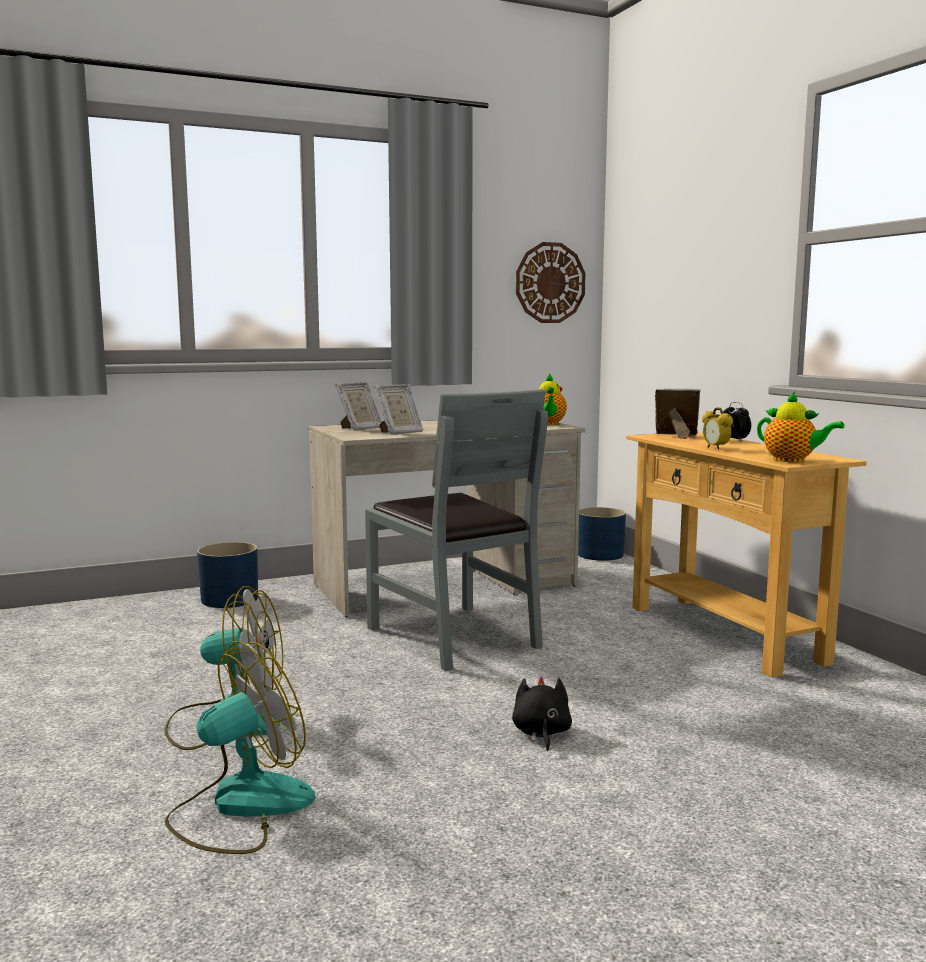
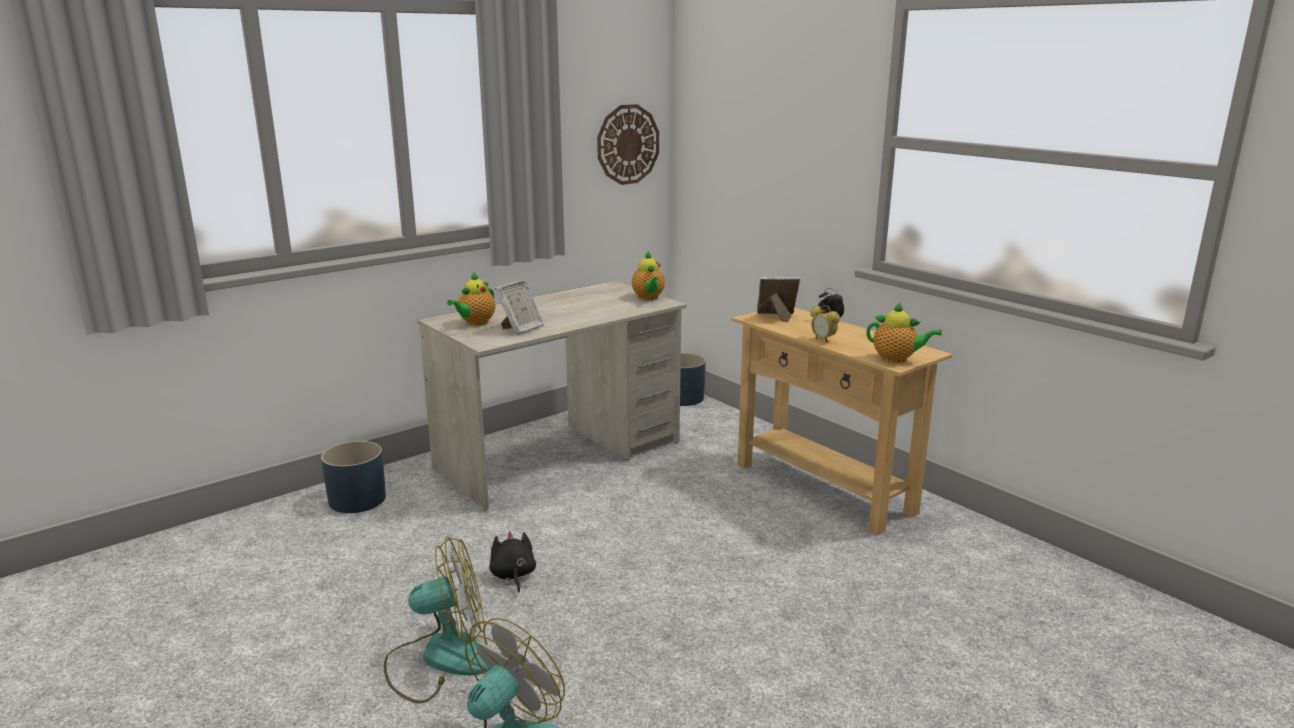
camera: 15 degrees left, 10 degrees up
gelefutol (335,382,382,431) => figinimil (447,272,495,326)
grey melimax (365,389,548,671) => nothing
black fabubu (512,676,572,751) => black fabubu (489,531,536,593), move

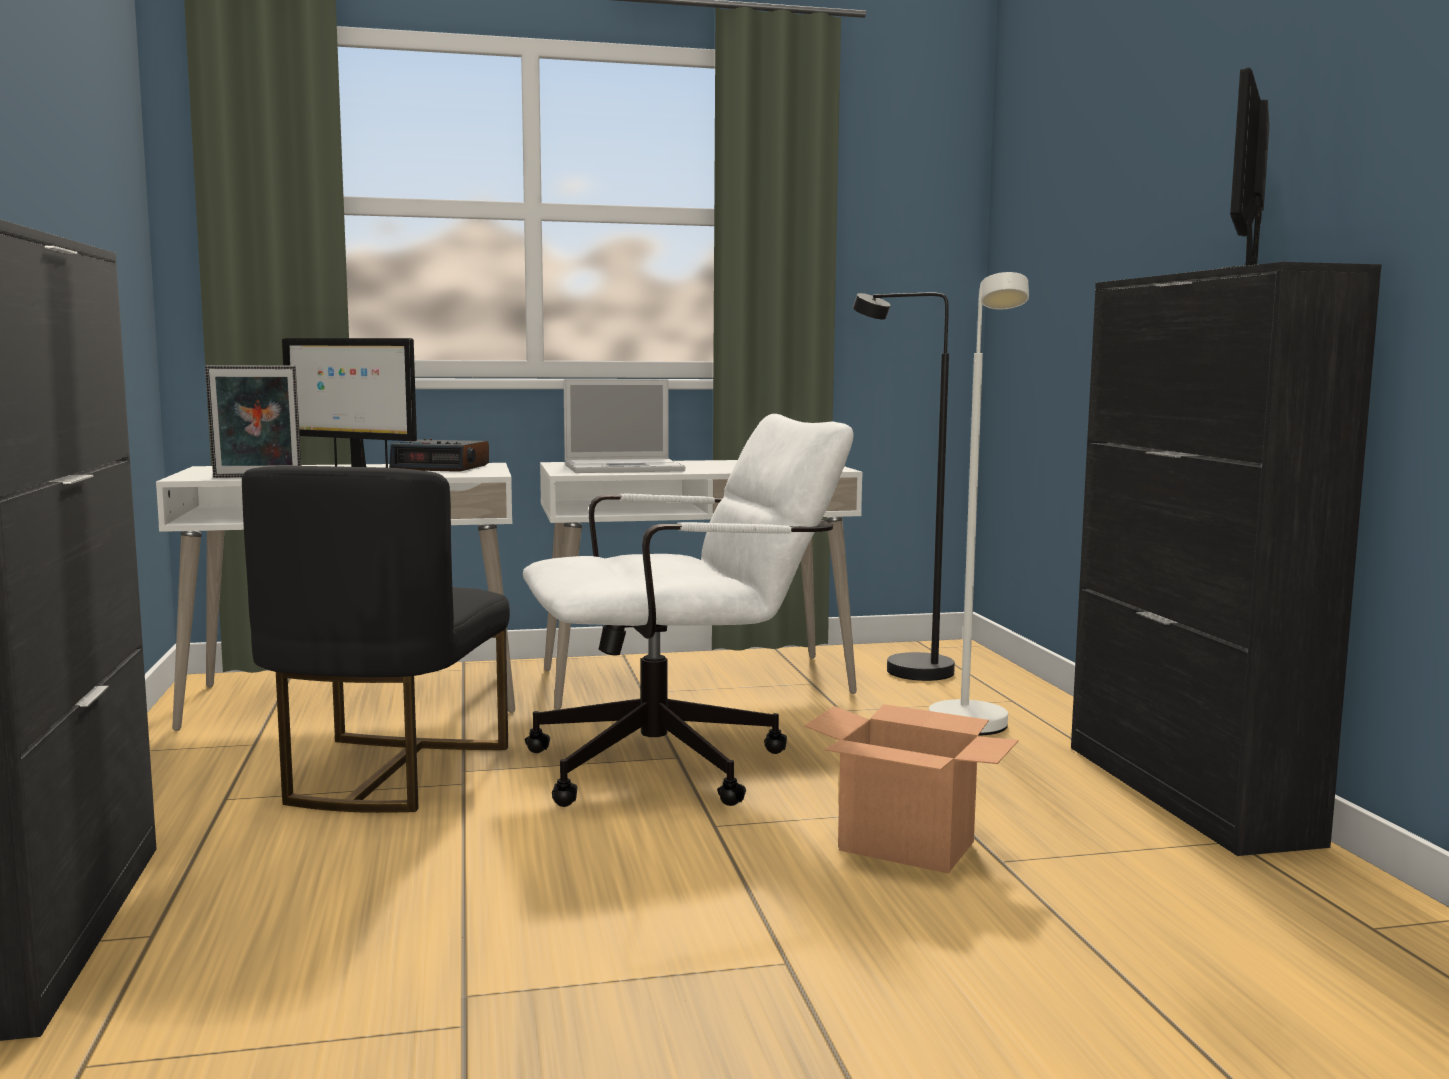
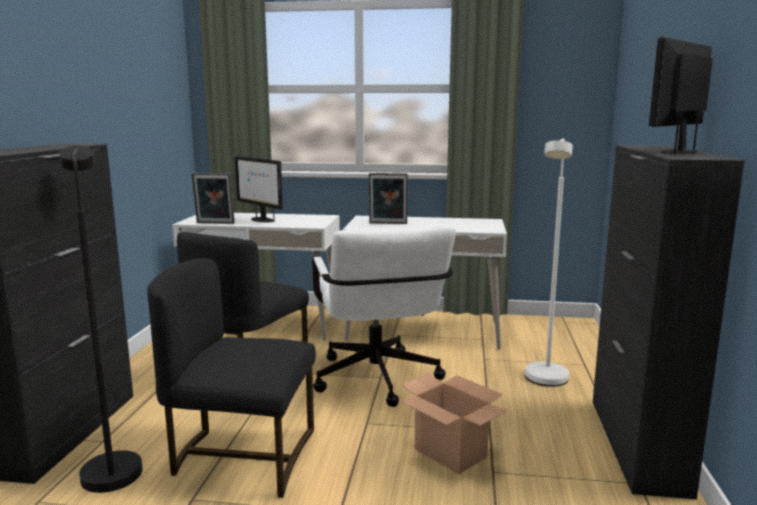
camera: 20 degrees right, 5 degrees up
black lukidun (853,293,955,681) => black lukidun (59,146,143,493), move
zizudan (564,379,685,473) => gelefutol (369,173,408,224)
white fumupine (523,414,853,807) => white fumupine (312,225,456,407), 75 degrees clockwise
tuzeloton (389,439,489,472) => nothing
nothing => black melimax (147,258,316,498)

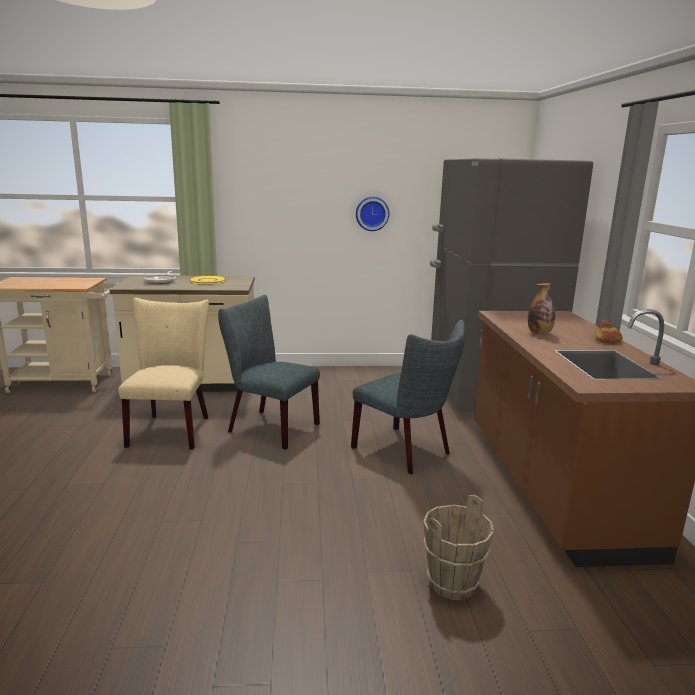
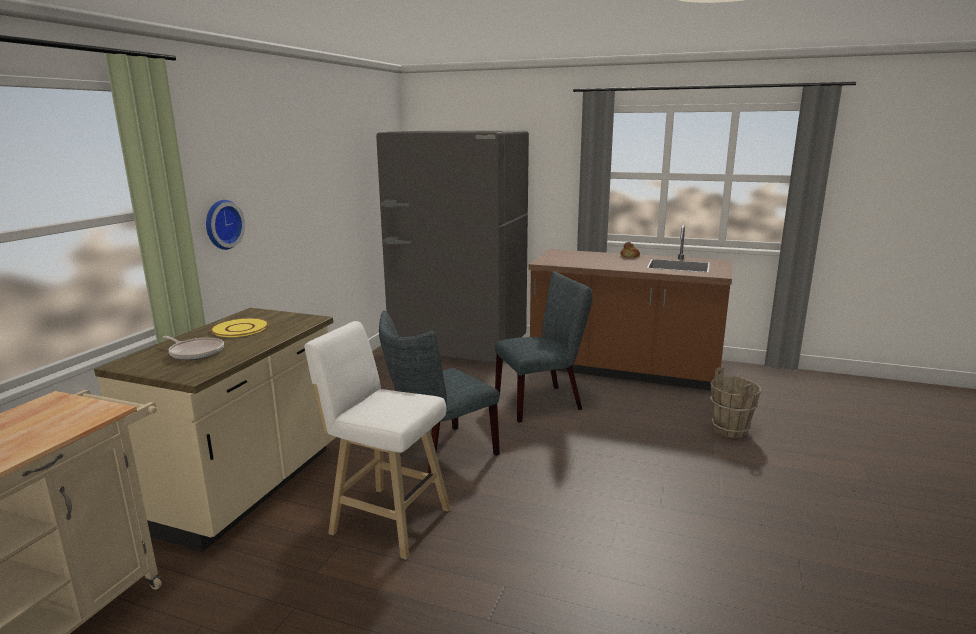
camera: 65 degrees left, 0 degrees up
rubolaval (356,197,389,231) => rubolaval (206,200,245,250), move
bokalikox (528,283,555,334) => nothing
beige melimax (118,298,209,449) => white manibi (304,321,451,560)

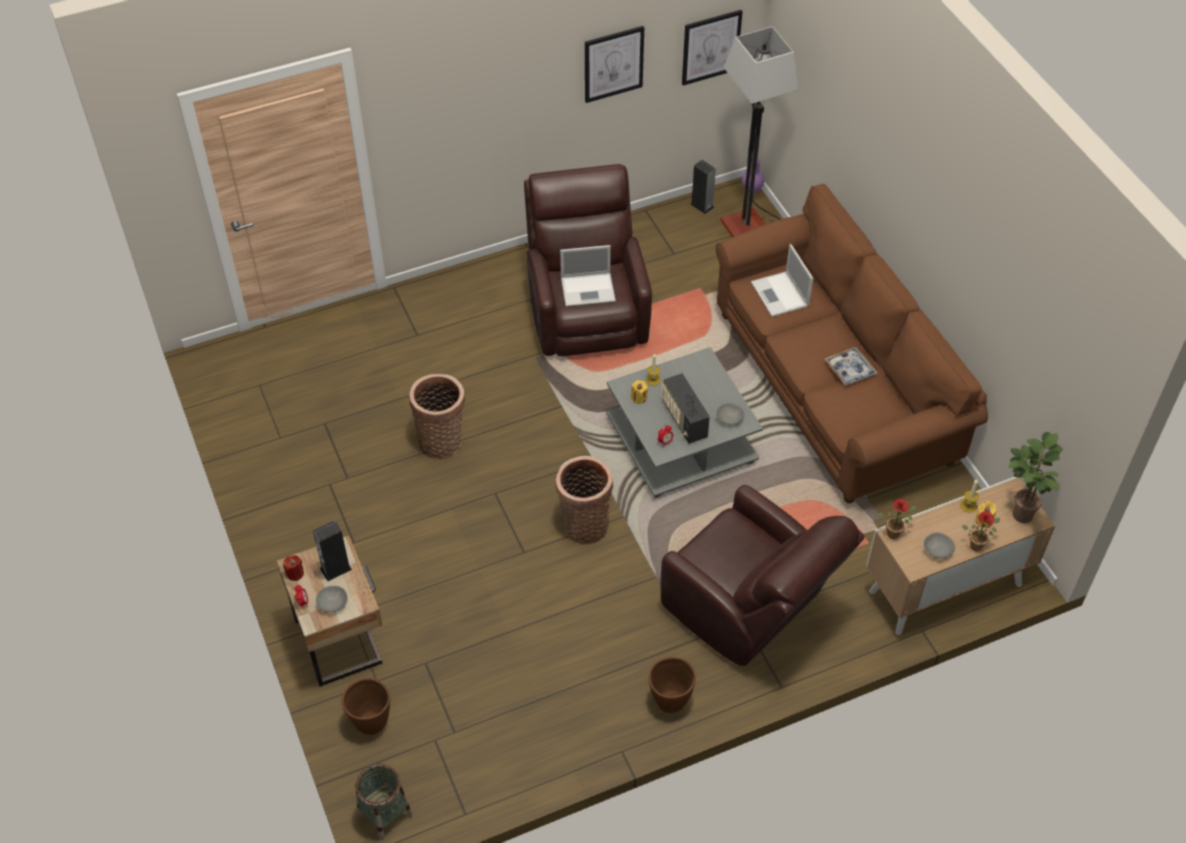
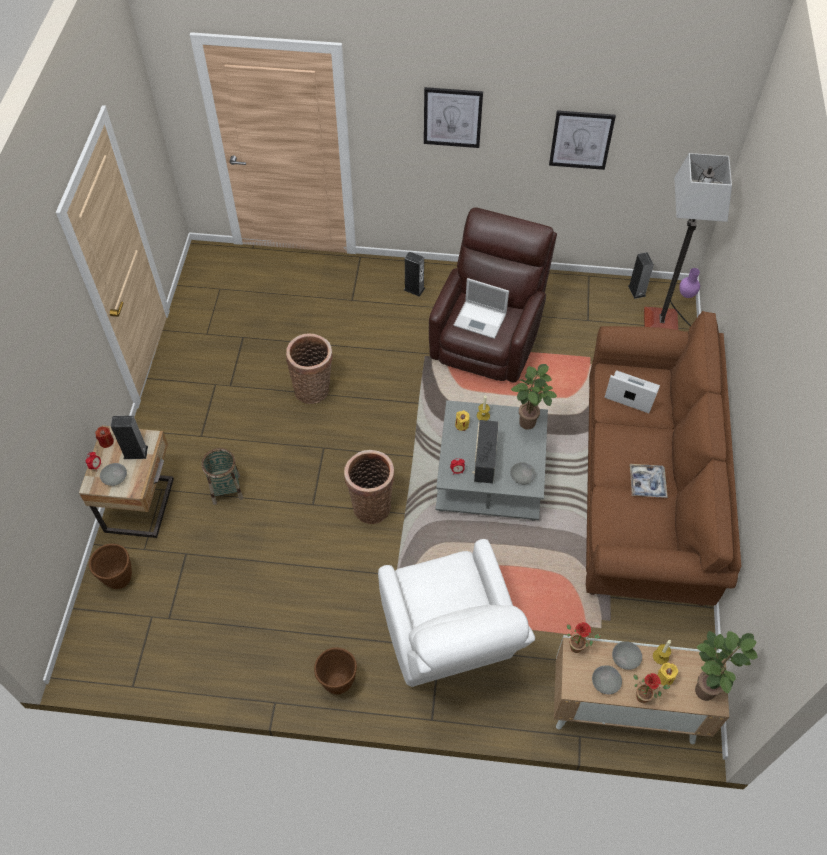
camera: 30 degrees right, 5 degrees up
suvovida (682,10,743,86) => suvovida (424,87,483,148), move
zizudan (751,244,813,317) => zizudan (604,370,660,413), 105 degrees clockwise
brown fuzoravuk (660,485,865,666) => white fuzoravuk (378,539,535,687)
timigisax (355,763,413,840) => timigisax (202,448,243,505), move
nothing => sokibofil (404,252,425,297)
nothing => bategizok (511,364,557,430)
nothing => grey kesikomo (612,641,642,670)

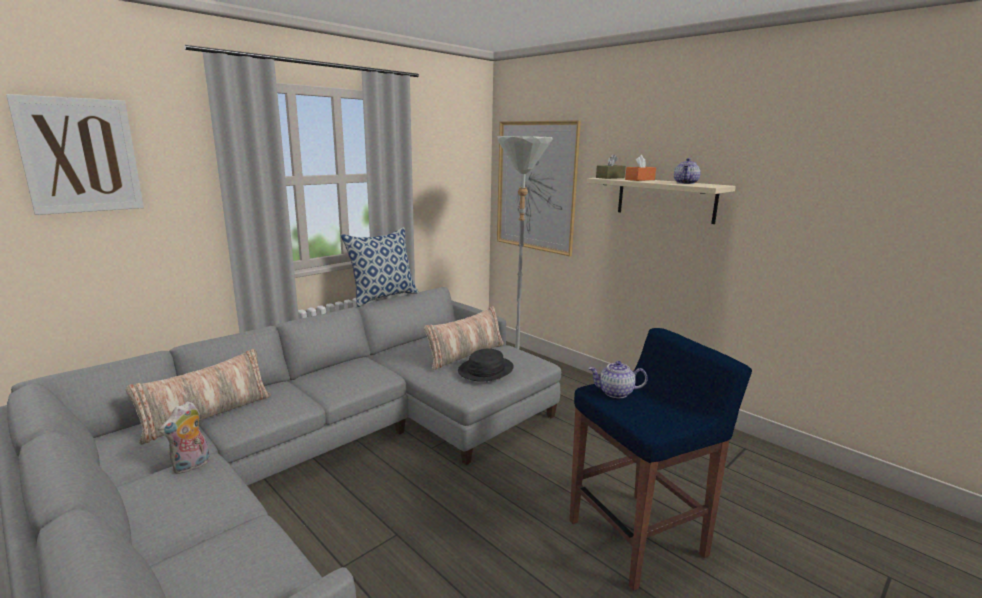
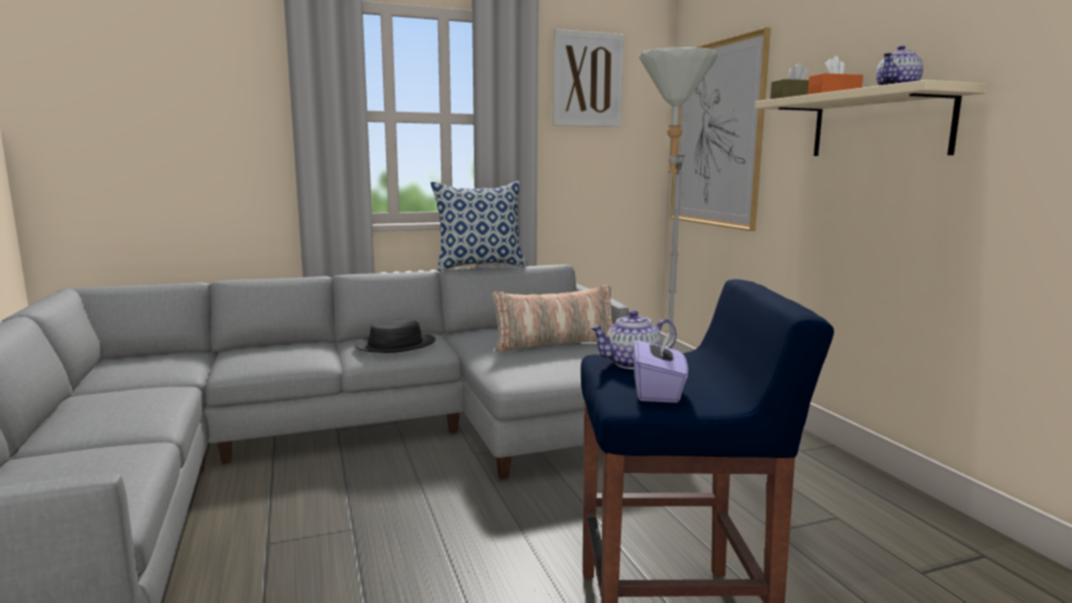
camera: 25 degrees right, 5 degrees down
suvovida (6,94,144,215) => suvovida (553,29,624,127), move
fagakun (125,349,271,445) => nothing
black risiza (458,349,514,382) => black risiza (355,319,436,353), move
figinimil (588,361,648,398) => figinimil (589,310,677,369), 45 degrees counterclockwise
fabubu (159,401,210,474) => nothing
nothing => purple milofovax (633,331,688,403)

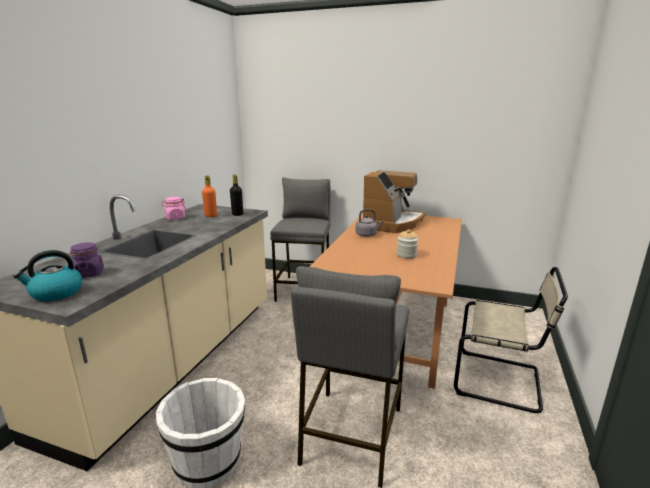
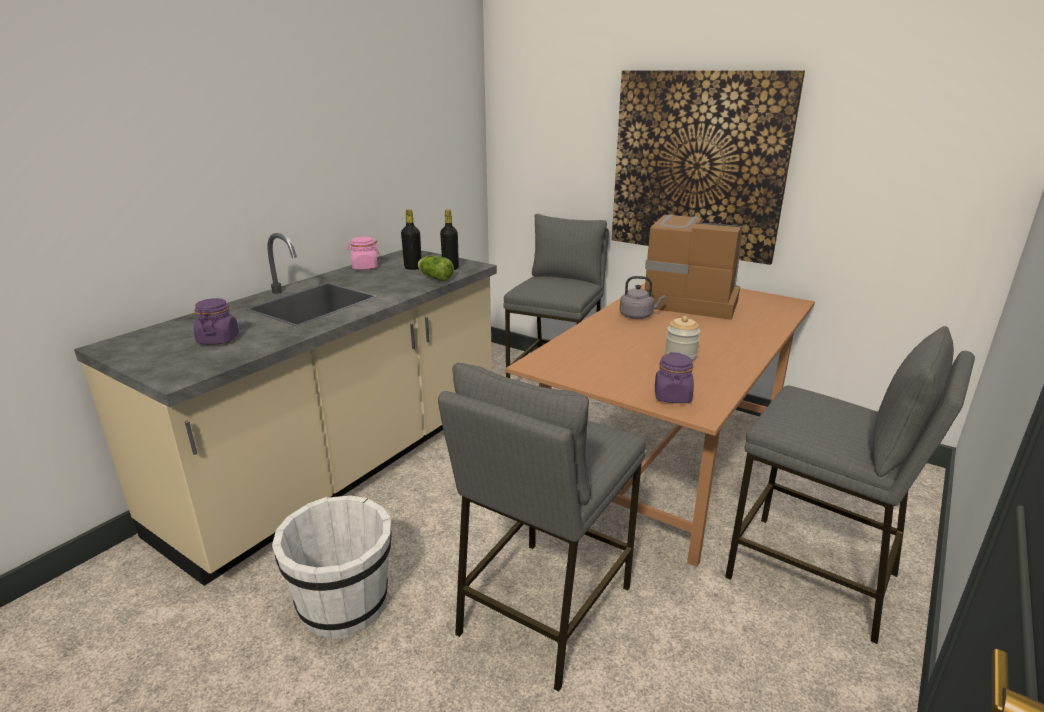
camera: 15 degrees right, 5 degrees up
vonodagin (363,170,426,233) => vonodagin (644,214,742,320), 105 degrees counterclockwise
orange bokalikox (202,176,217,217) => black bokalikox (401,209,422,270)
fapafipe (13,250,82,301) => nothing
beige melimax (454,267,568,413) => grey manibi (725,326,975,644)
nothing => suvovida (612,70,805,265)
nothing => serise (418,256,454,281)
nothing => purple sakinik (655,352,694,403)

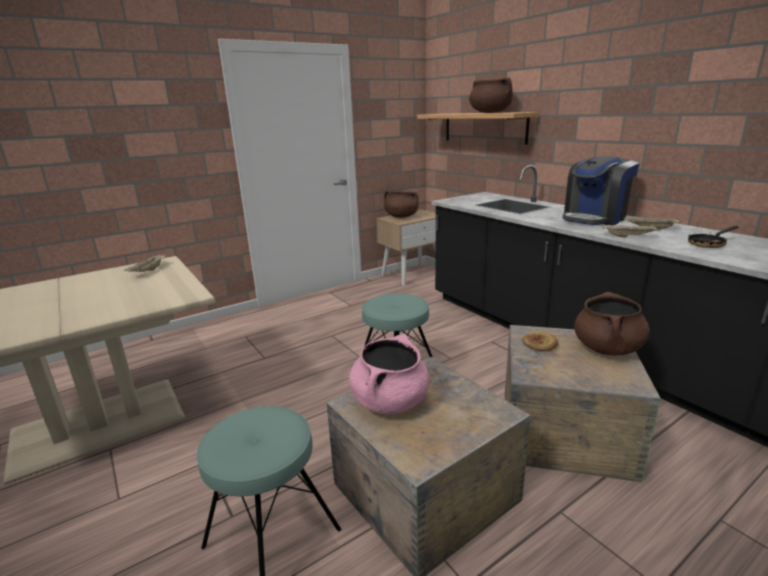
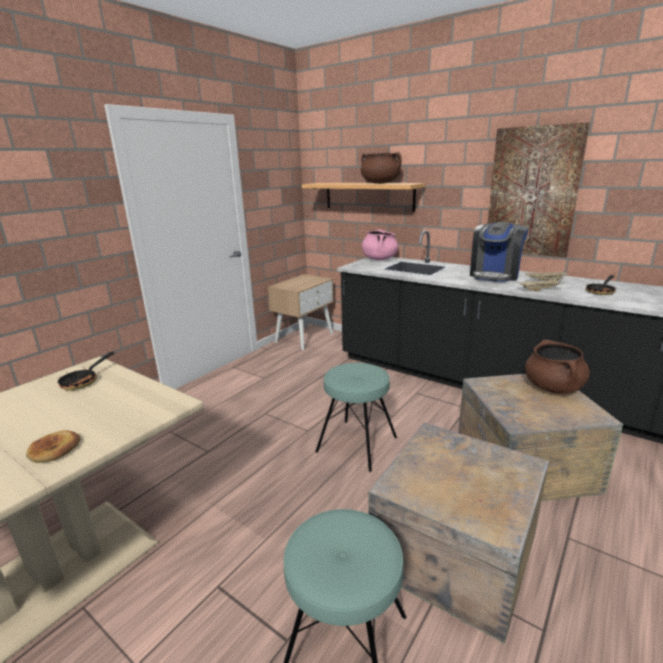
camera: 20 degrees left, 0 degrees up
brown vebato (384,191,419,218) => nothing
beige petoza (124,254,166,272) => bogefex (58,352,114,391)
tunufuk (522,332,558,351) => tunufuk (26,430,81,463), move
pink vebato (349,334,429,414) => pink vebato (362,229,399,260), move
nothing => suvovida (488,122,590,257)

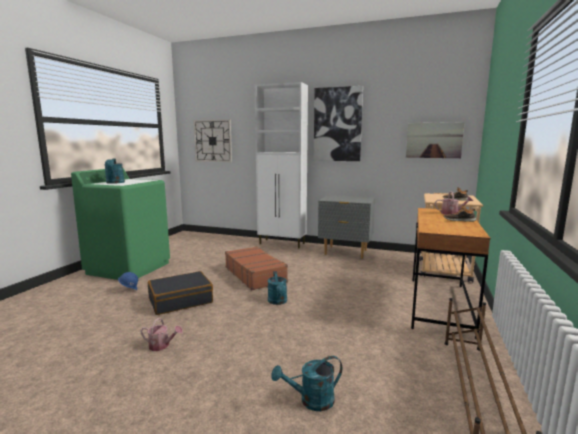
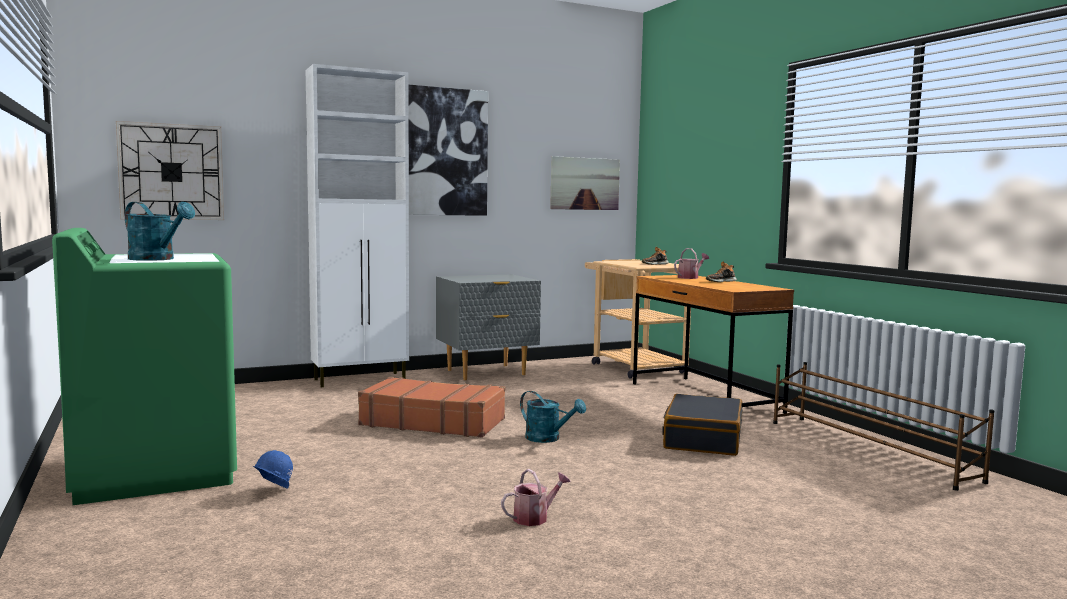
camera: 45 degrees left, 5 degrees down
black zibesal (148,271,213,315) => black zibesal (662,394,743,456), move
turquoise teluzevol (271,356,342,411) => nothing

